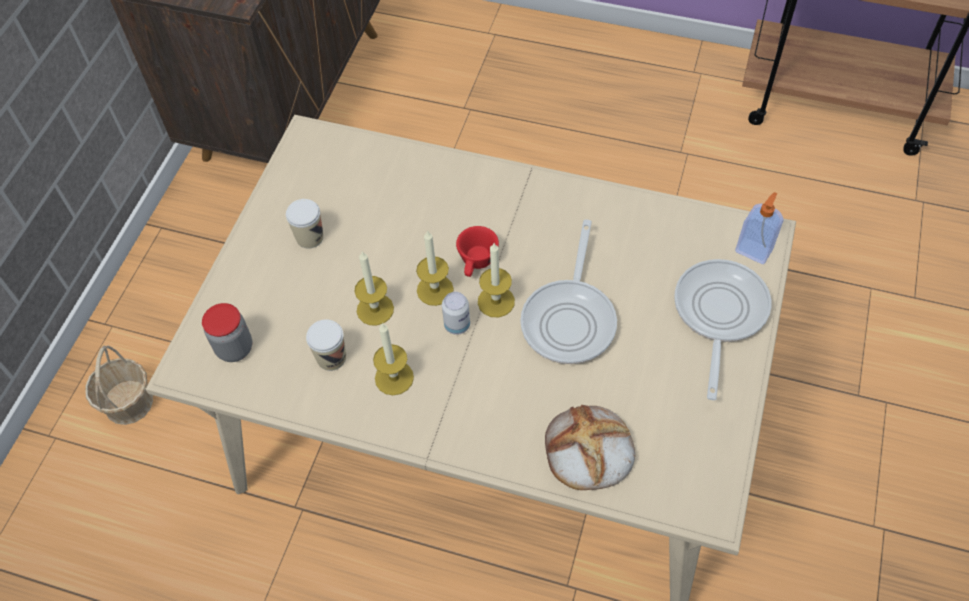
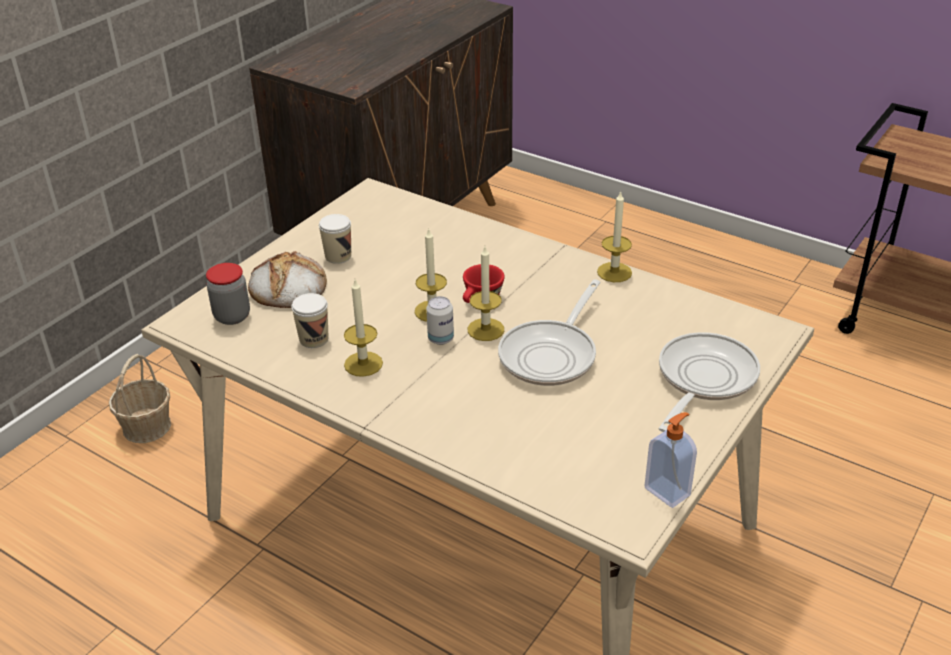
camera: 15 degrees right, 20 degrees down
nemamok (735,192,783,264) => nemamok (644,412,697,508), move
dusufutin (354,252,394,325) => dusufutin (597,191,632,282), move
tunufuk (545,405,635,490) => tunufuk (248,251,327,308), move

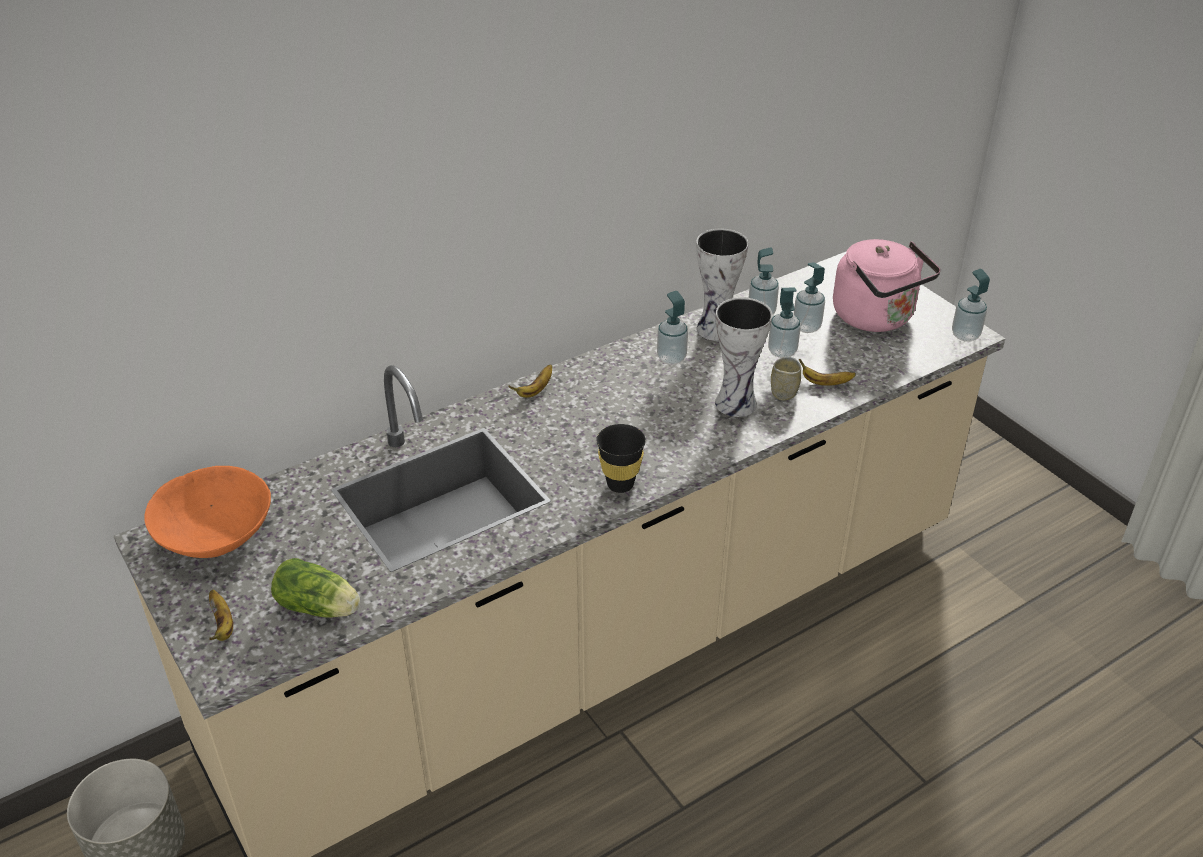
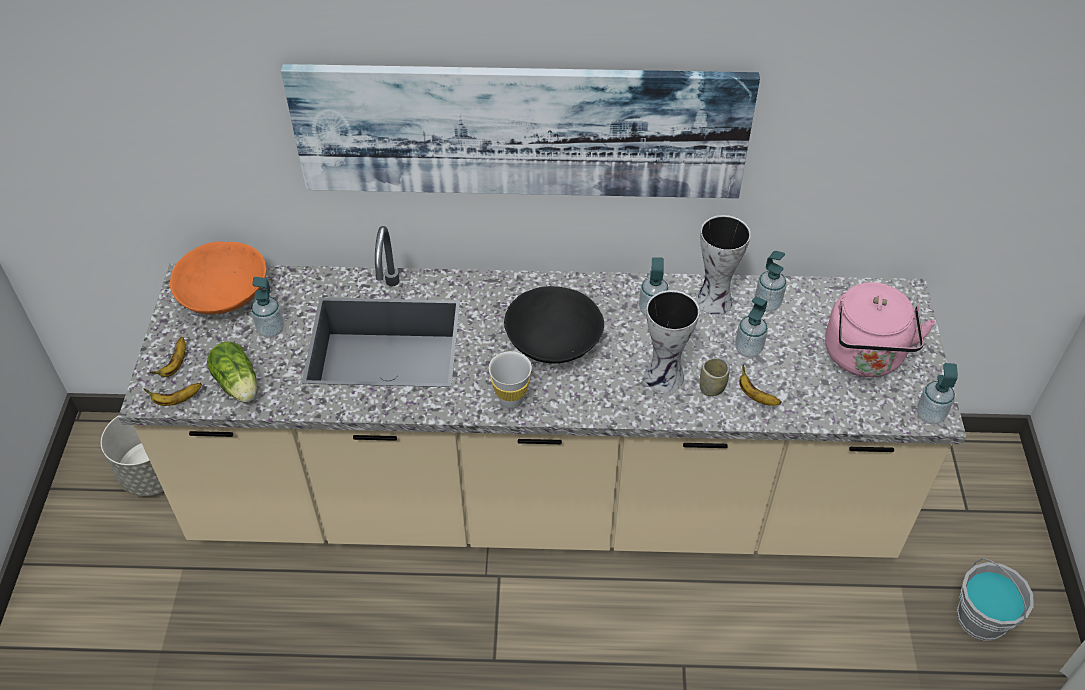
camera: 35 degrees right, 10 degrees up
nemamok (793,262,825,333) => nemamok (251,277,284,338), move
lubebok (508,364,552,398) => lubebok (143,383,202,406), move
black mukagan (596,424,646,493) => white mukagan (489,351,532,409)
nothing => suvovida (281,64,760,198)
nothing => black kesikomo (504,286,604,364)
nothing => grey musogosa (957,558,1034,641)

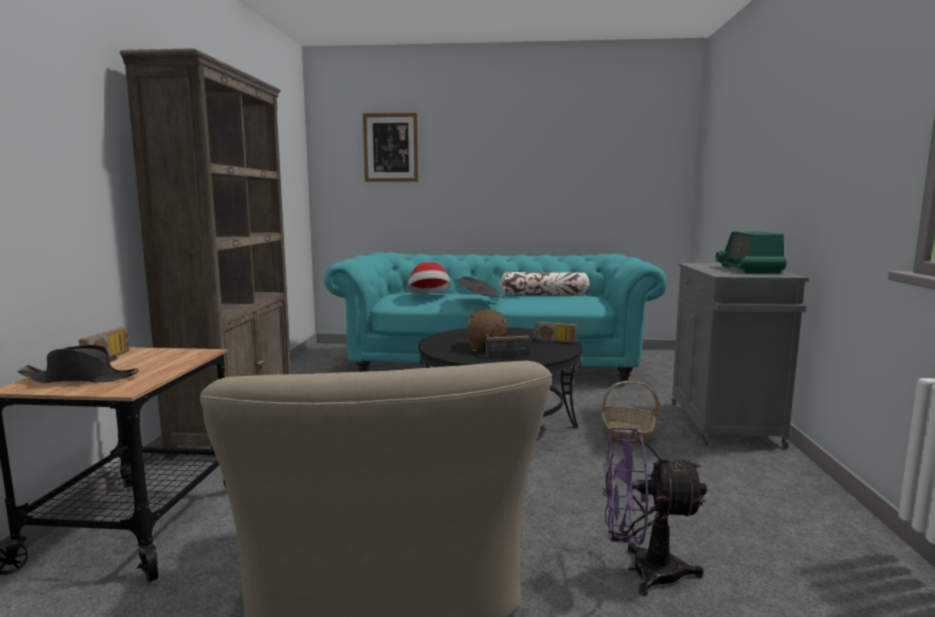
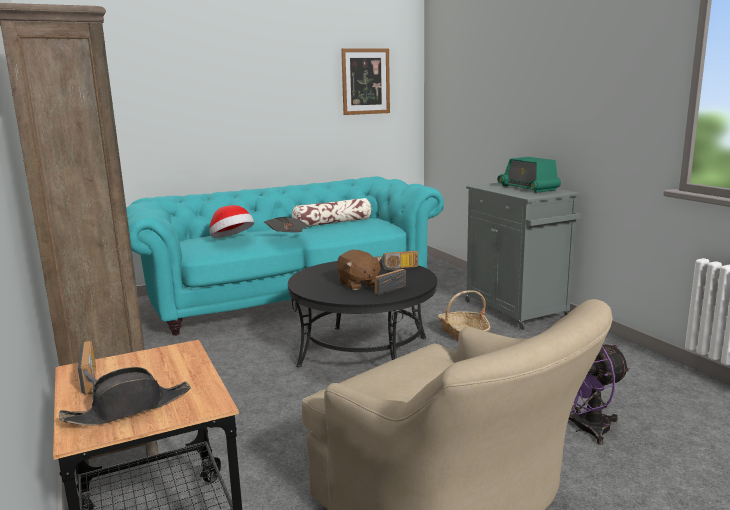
camera: 30 degrees left, 5 degrees up
suvovida (363,113,418,182) => suvovida (341,48,390,115), move

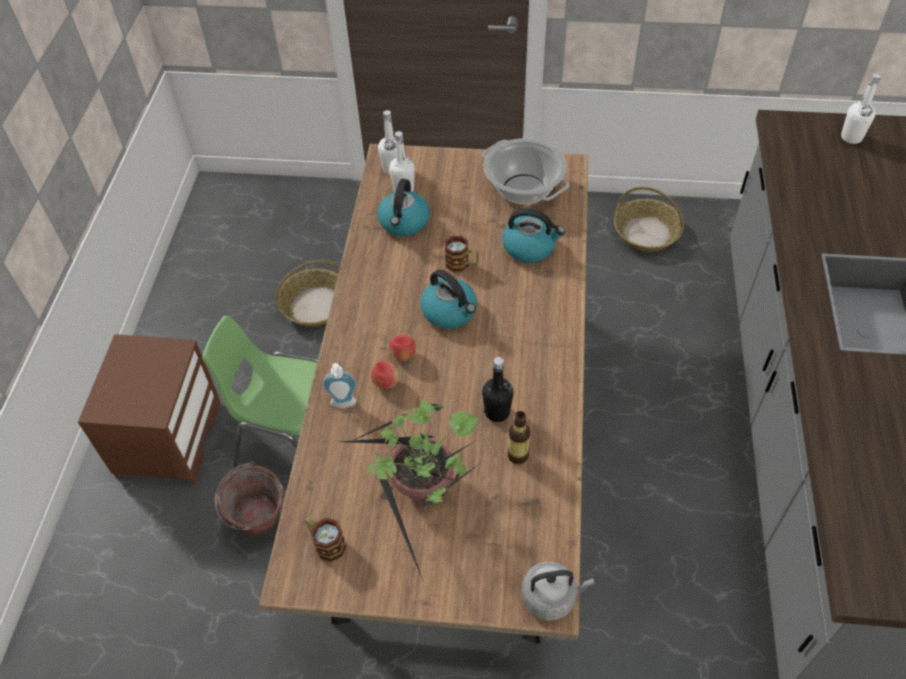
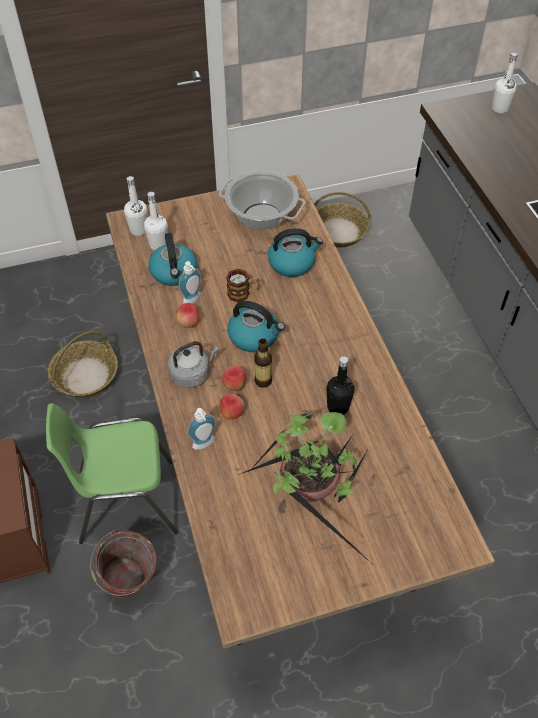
camera: 25 degrees left, 0 degrees up
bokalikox (508,411,530,464) => bokalikox (254,339,272,388), move
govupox (305,517,346,562) => nothing
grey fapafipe (522,562,595,620) => grey fapafipe (168,341,219,388), move
nothing => nemamok (179,261,201,304)
nothing => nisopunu (176,303,199,328)

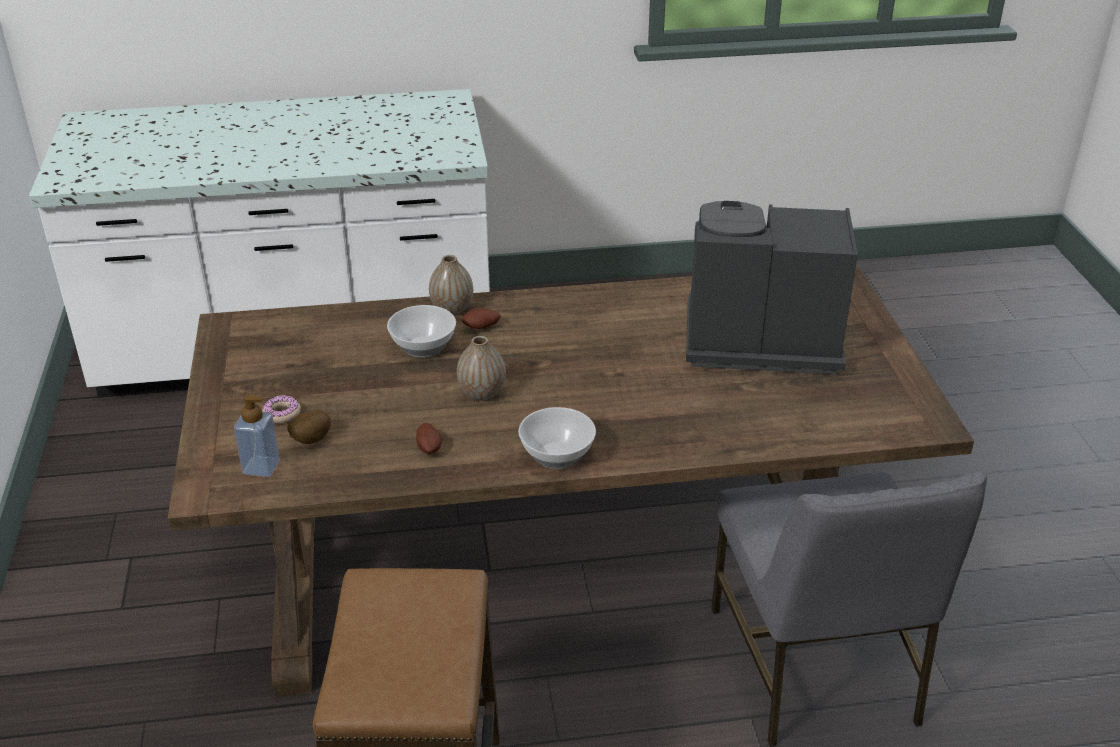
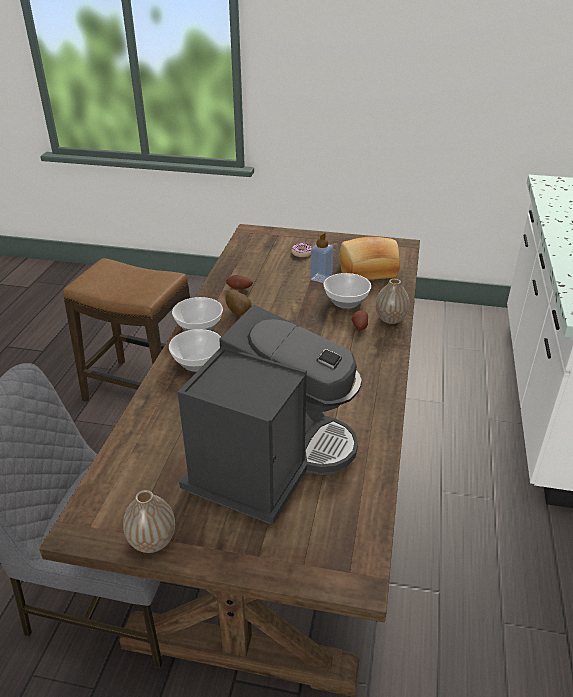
camera: 110 degrees right, 0 degrees up
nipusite (457,336,506,401) => nipusite (123,490,175,553), move
nemamok (234,394,280,477) => nemamok (310,231,333,283), move
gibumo (287,410,331,444) => gibumo (225,290,252,315), move
nothing => tunufuk (340,237,400,280)
nothing => kesikomo (169,329,221,372)

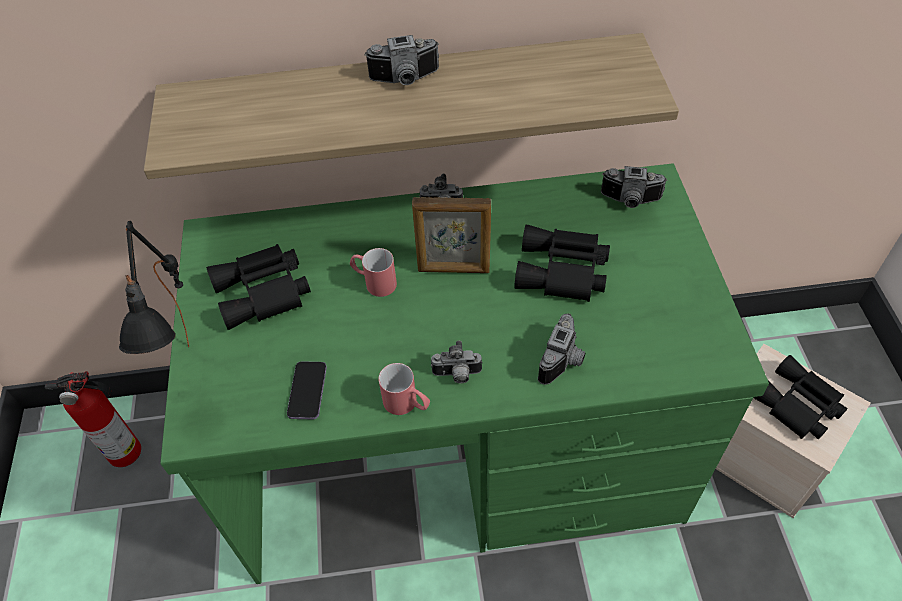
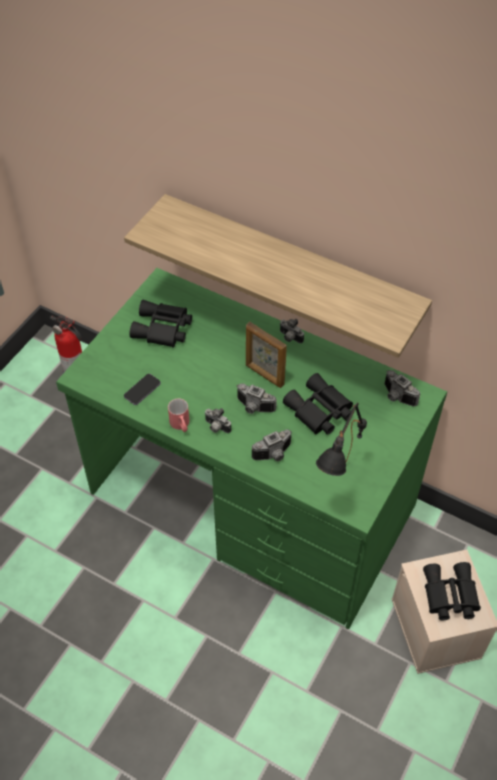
camera: 35 degrees right, 0 degrees up
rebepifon (364,35,439,85) => rebepifon (237,384,277,414), move
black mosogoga (119,221,189,354) => black mosogoga (316,402,367,476), move
red govupox (350,248,397,297) => nothing

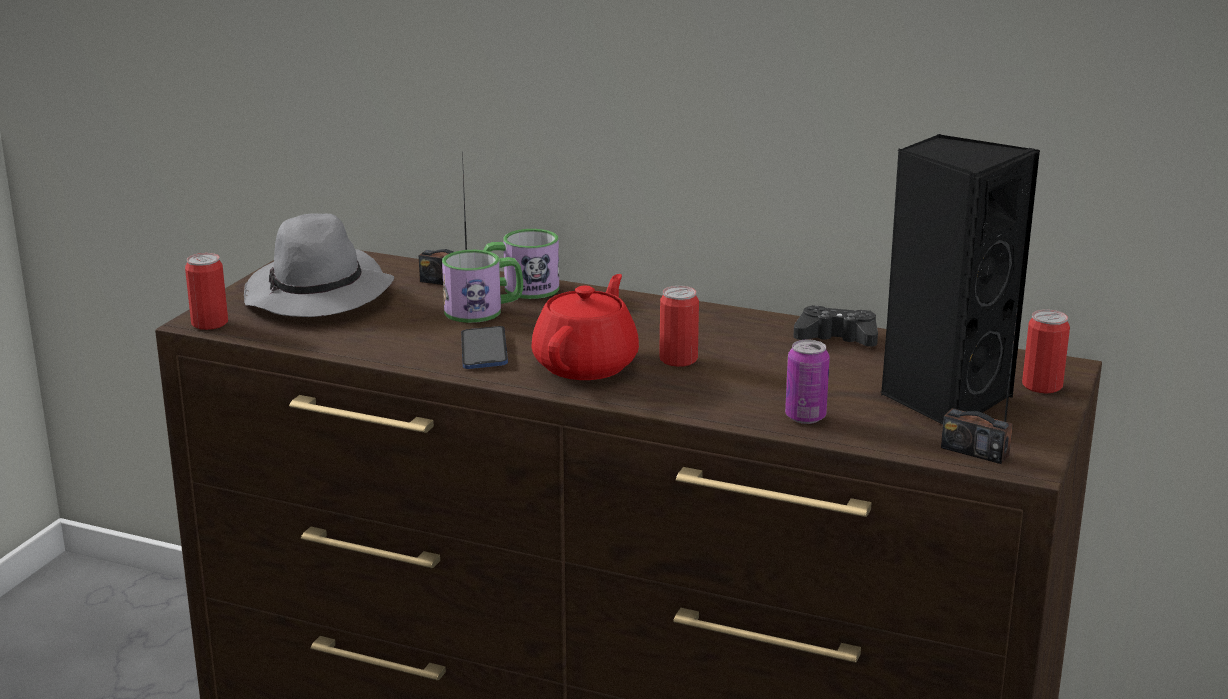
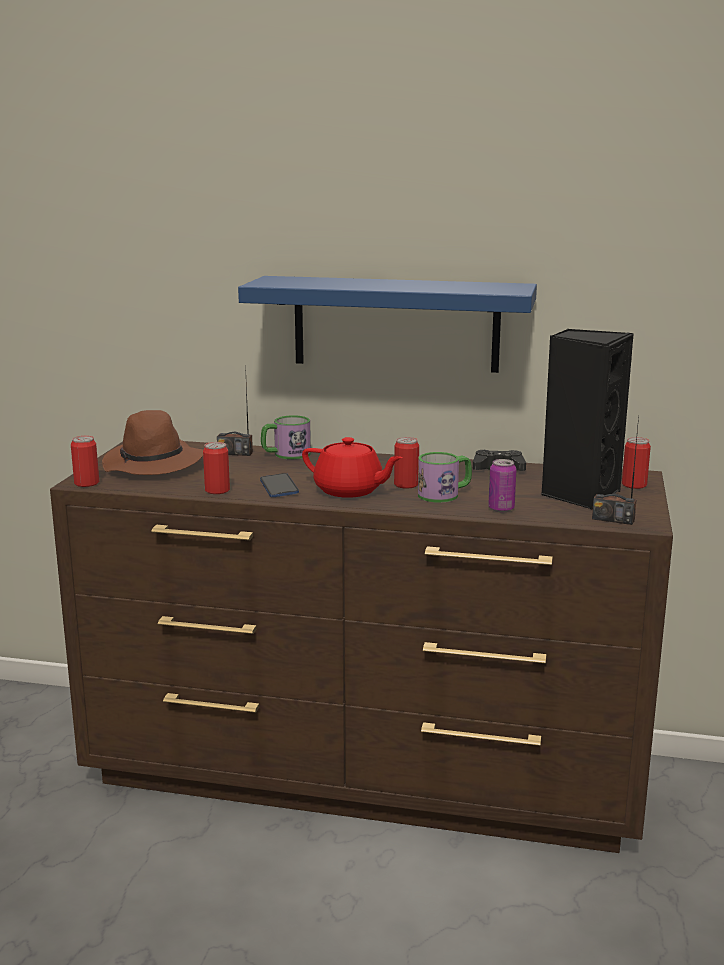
camera: 10 degrees left, 5 degrees down
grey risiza (244,214,394,317) => brown risiza (102,410,203,475)
govupox (442,250,523,323) => govupox (418,452,472,502), move
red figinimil (531,274,639,380) => red figinimil (302,437,403,498), 105 degrees clockwise
nothing => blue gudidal (238,276,537,373)
nothing => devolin (203,442,230,494)

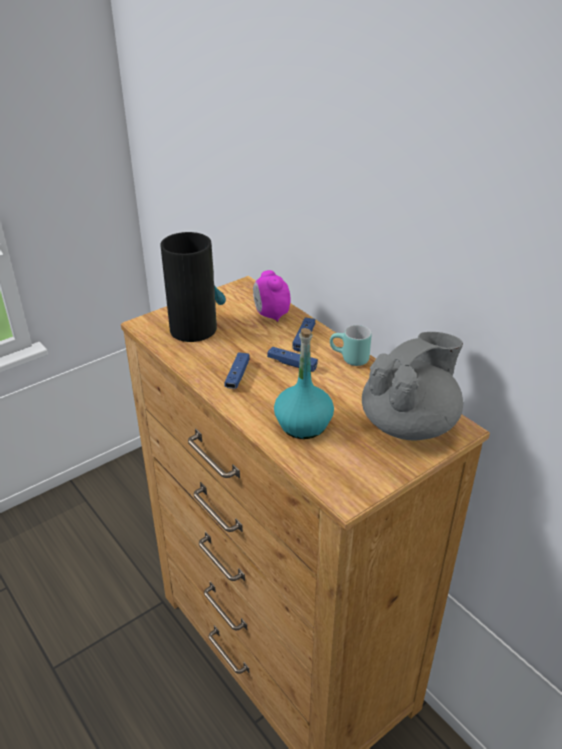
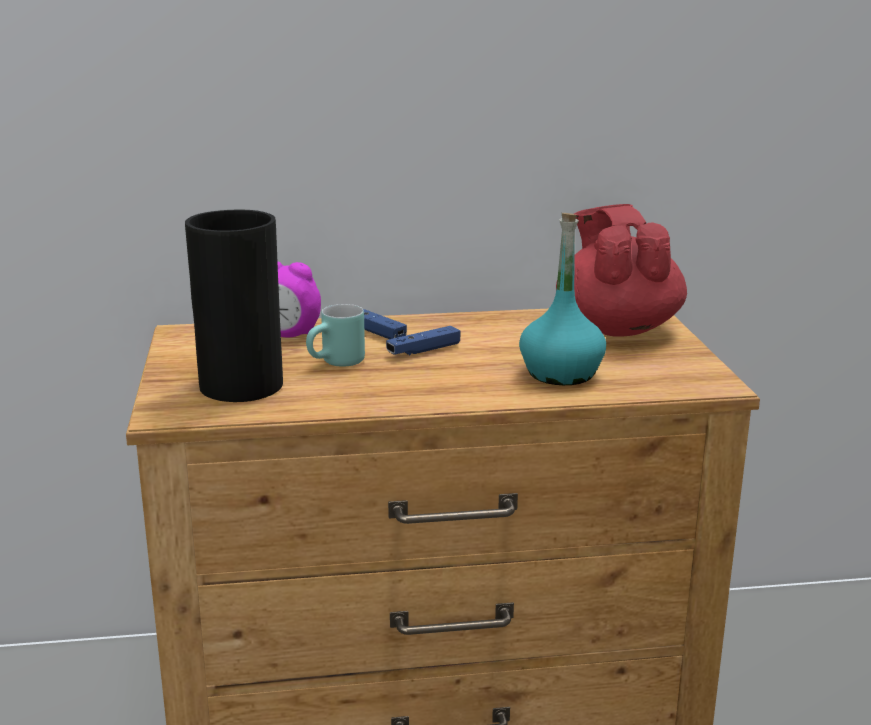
camera: 60 degrees left, 15 degrees down
turquoise govupox (330,325,372,366) => turquoise govupox (306,304,365,367), move
grey figinimil (362,332,463,440) => red figinimil (556,204,687,337)
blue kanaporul (225,352,250,389) => nothing

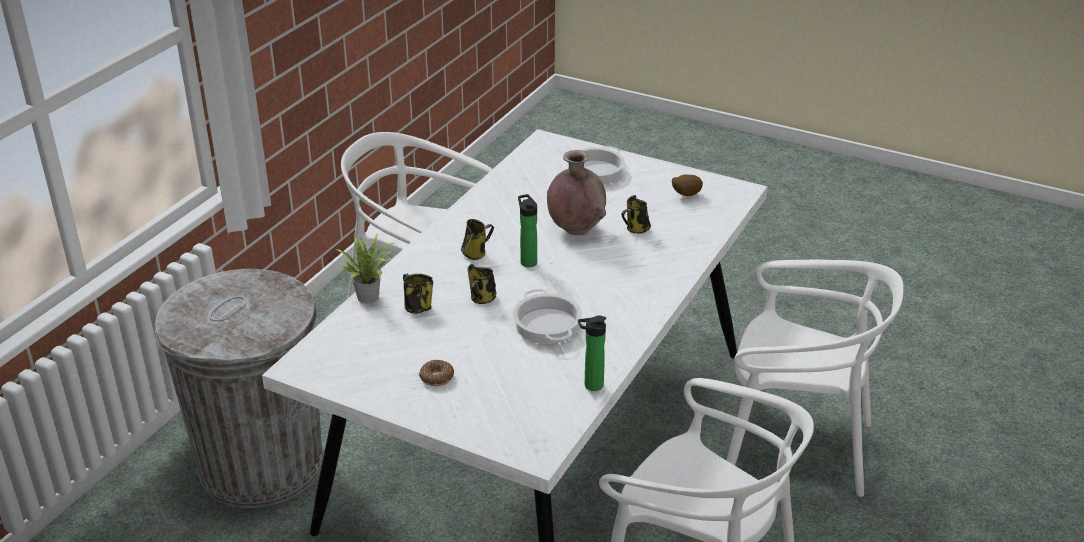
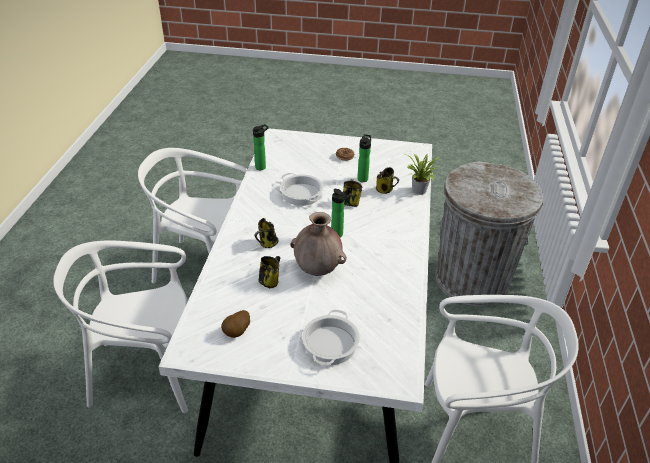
camera: 160 degrees right, 5 degrees up
govupox (461,219,494,260) => govupox (254,218,278,248), move
nothing => bokalikox (357,134,371,182)

